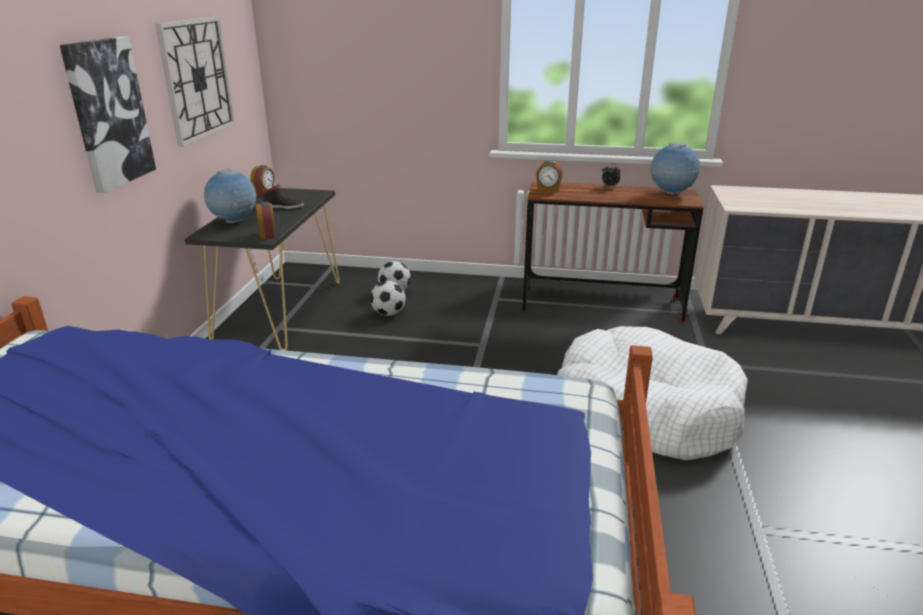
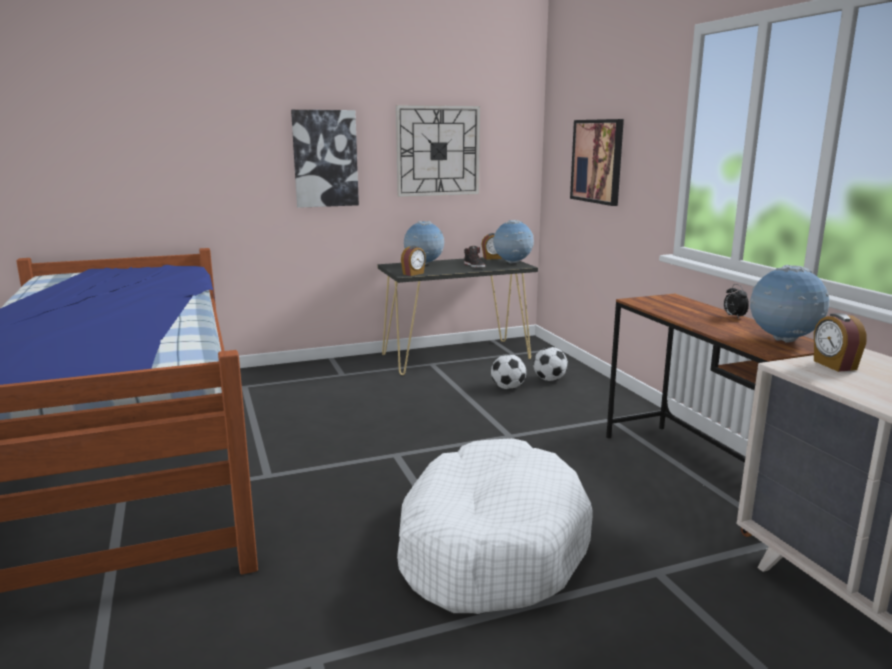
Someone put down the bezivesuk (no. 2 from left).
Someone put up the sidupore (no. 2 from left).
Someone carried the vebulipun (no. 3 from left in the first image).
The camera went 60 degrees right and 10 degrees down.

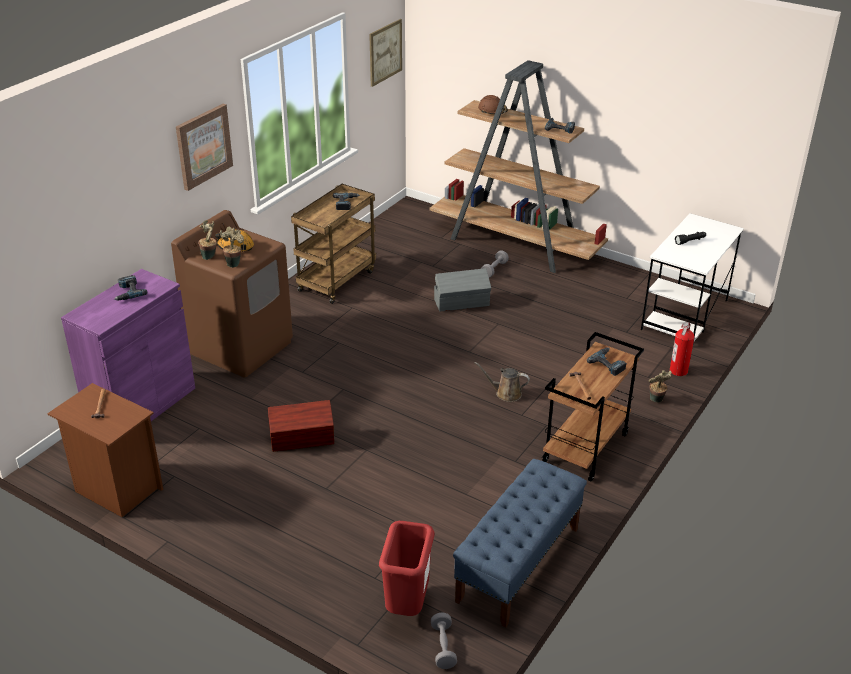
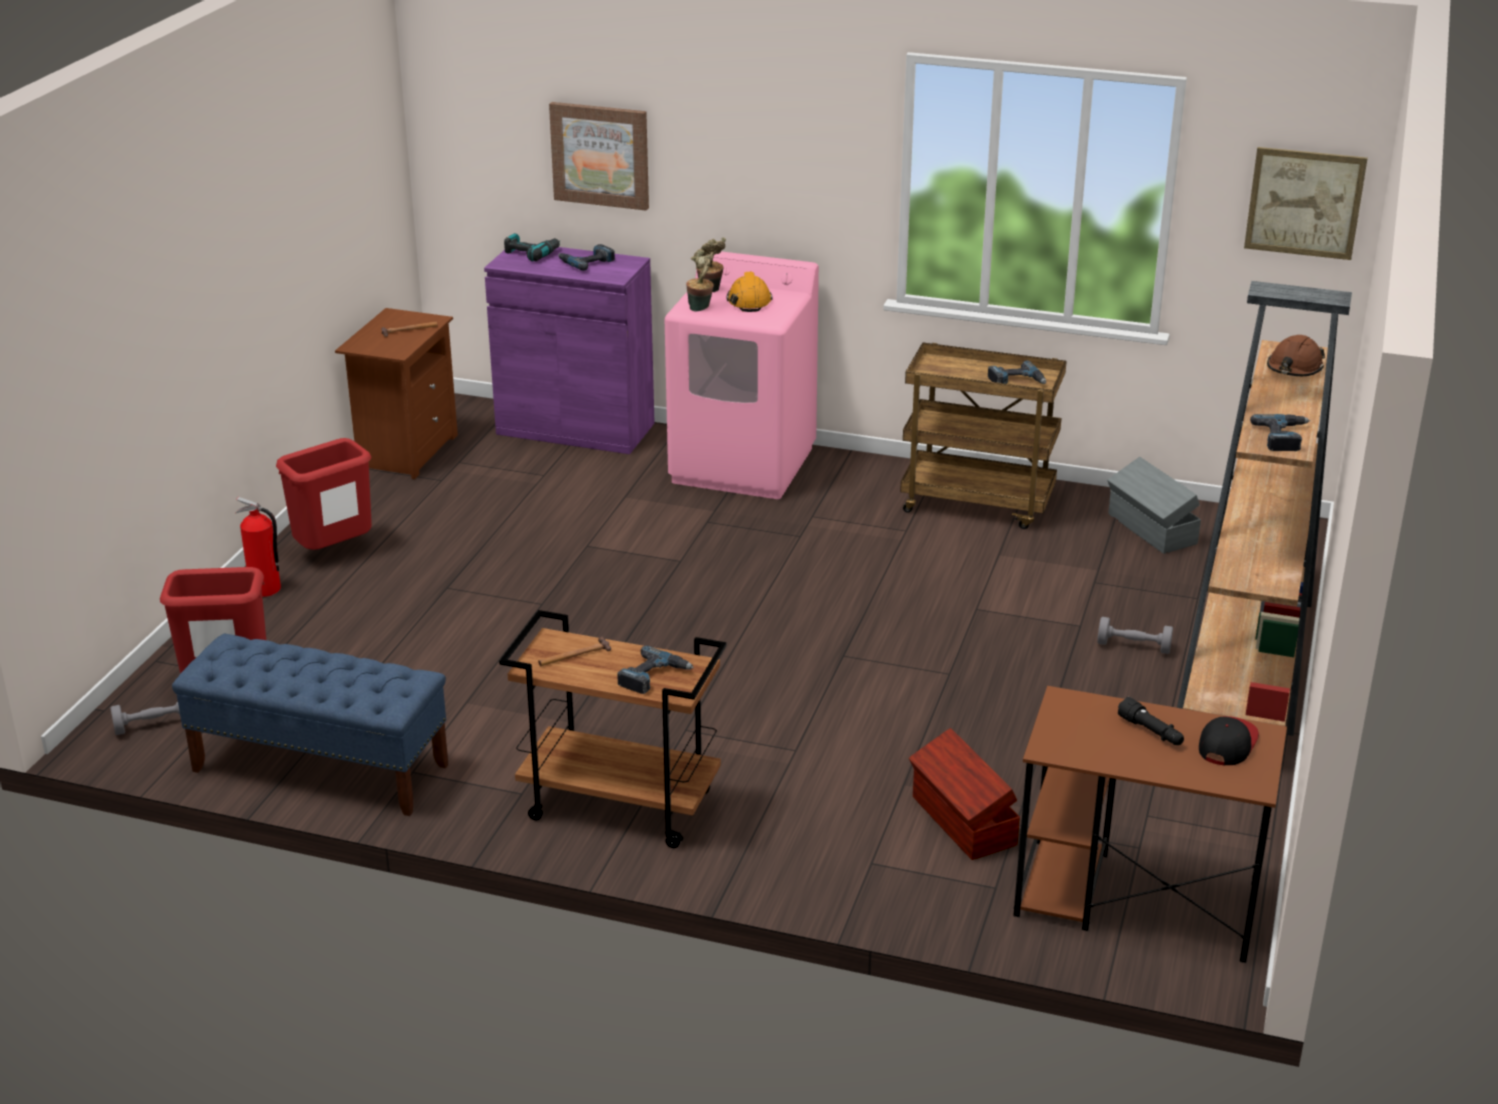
Someone carried the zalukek.
Someone put down the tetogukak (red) (no. 2 from left).
Someone put down the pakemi (no. 1 from left).
Someone carried the sidupore (no. 1 from left).
Someone repainted the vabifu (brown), which became the vabifu (pink).
Someone carried the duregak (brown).
Someone repainted the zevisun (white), which became the zevisun (brown).
Someone carried the duregak (grey).
Someone put down the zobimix.
Someone took away the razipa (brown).
Someone took away the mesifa (no. 3 from left).
The camera went 75 degrees right and 5 degrees down.

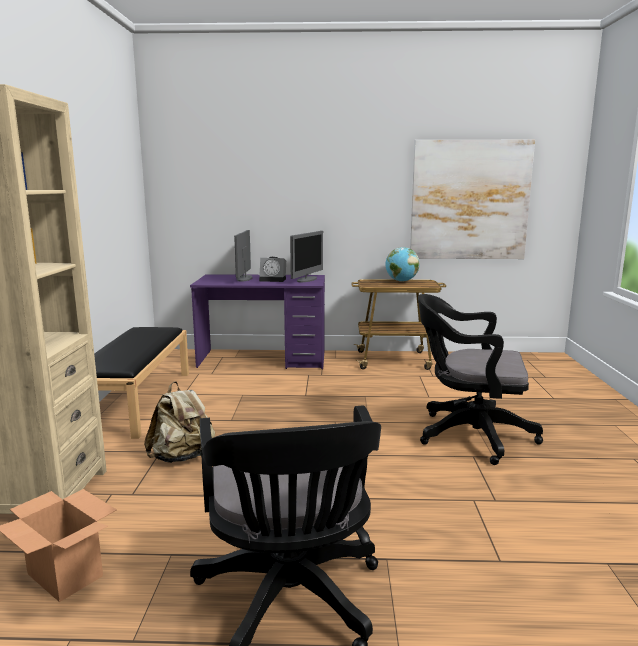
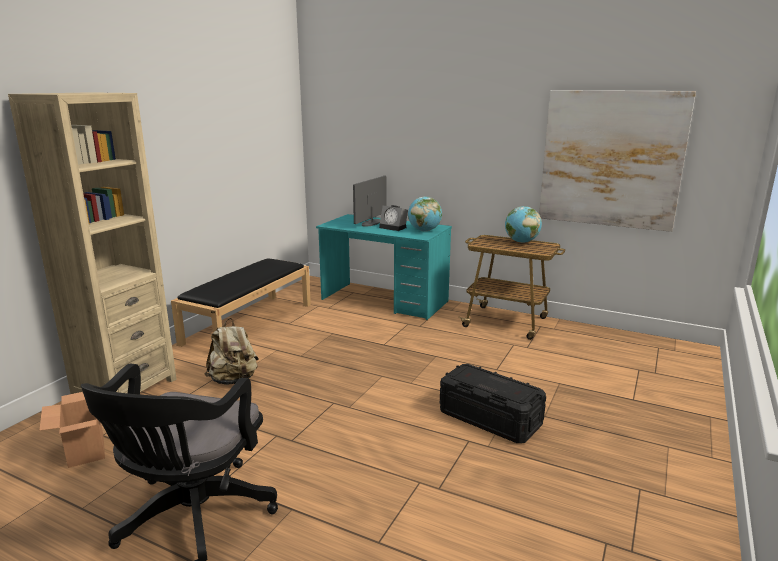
Someone repainted the zevisun (purple), which became the zevisun (turquoise).
Someone swapped the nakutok (no. 2 from left) for the bezivesuk (no. 1 from left).
Someone swapped the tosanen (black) (no. 2 from left) for the duregak (black).
The camera went 25 degrees right and 5 degrees up.

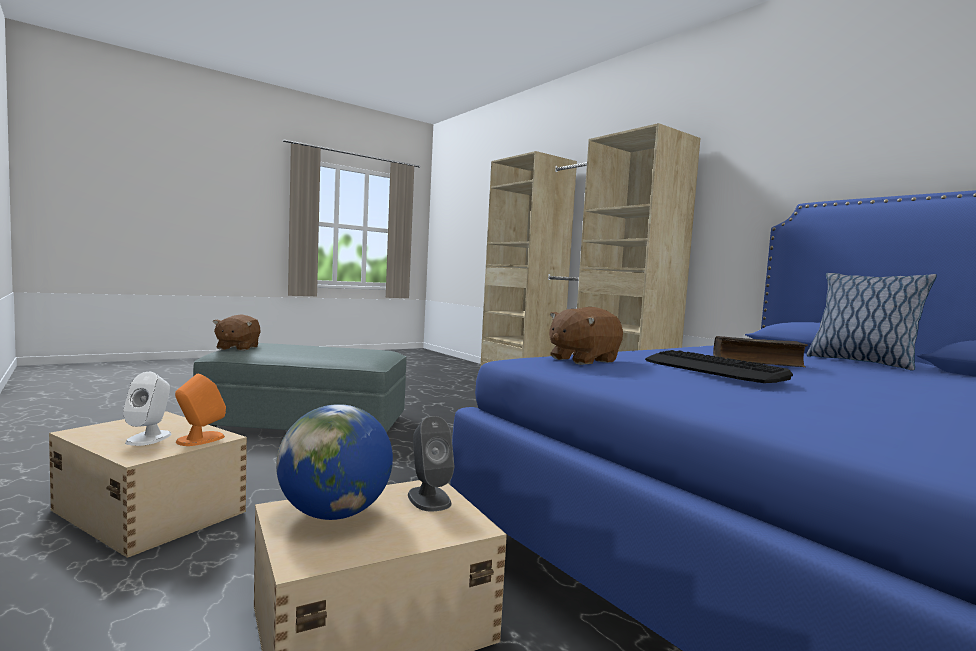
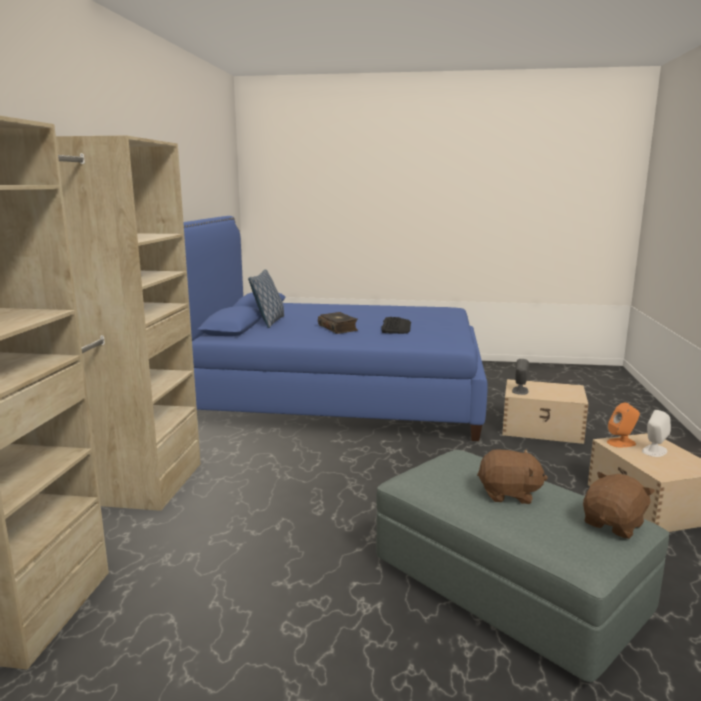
Someone carried the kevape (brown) (no. 2 from left in the first image).
Someone took away the bezivesuk.
The camera went 135 degrees left and 10 degrees up.

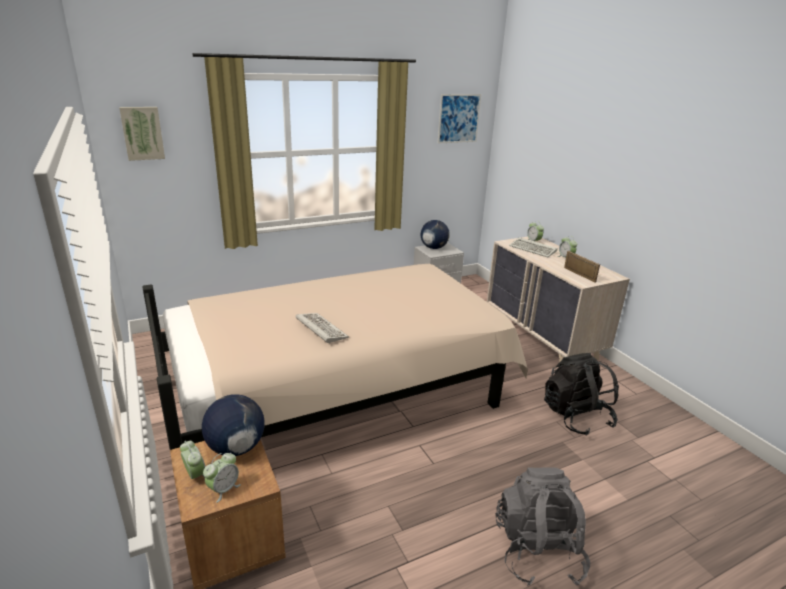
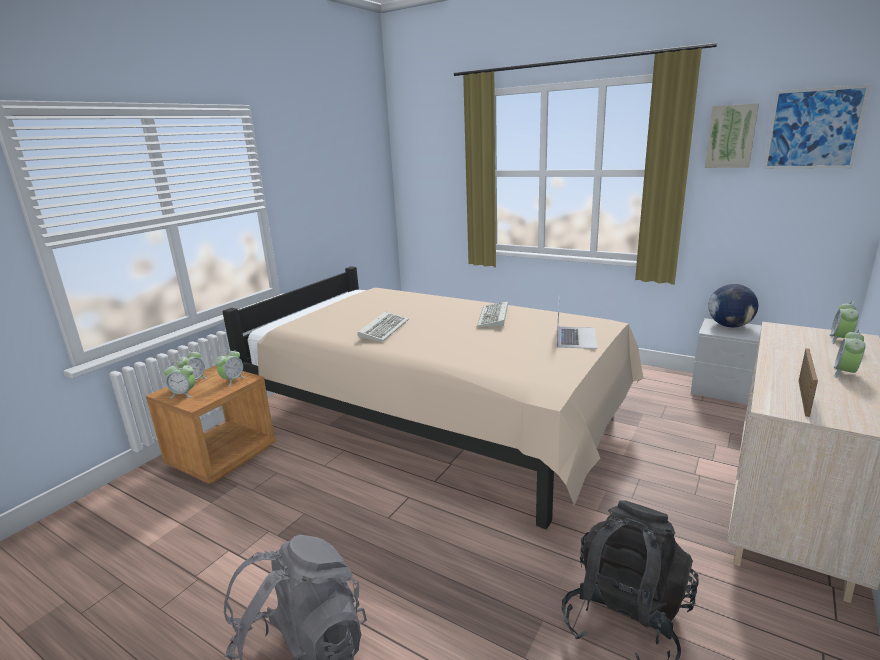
Someone swapped the bezivesuk (no. 1 from left) for the vebulipun (no. 3 from left).
Someone carried the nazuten (no. 2 from left).
Someone put down the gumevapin.
Someone carried the sidupore (no. 1 from left).
The camera went 60 degrees right and 5 degrees down.

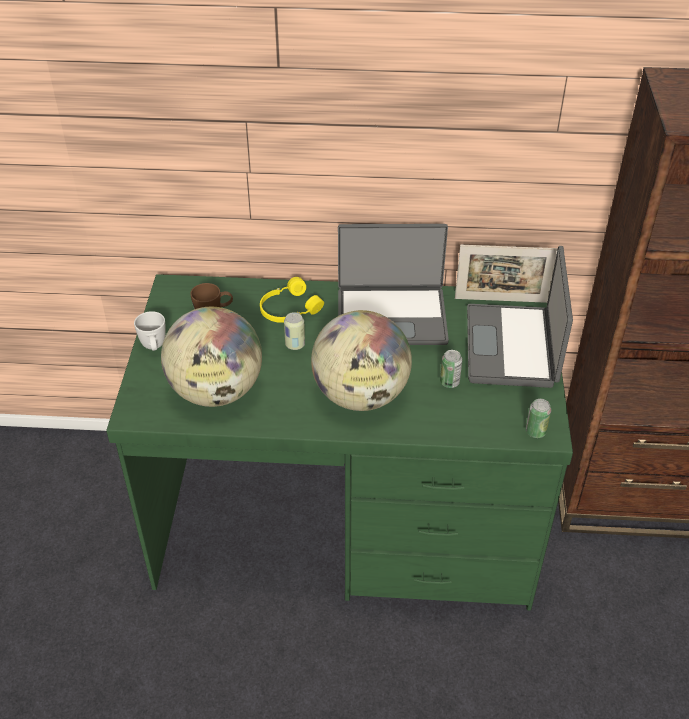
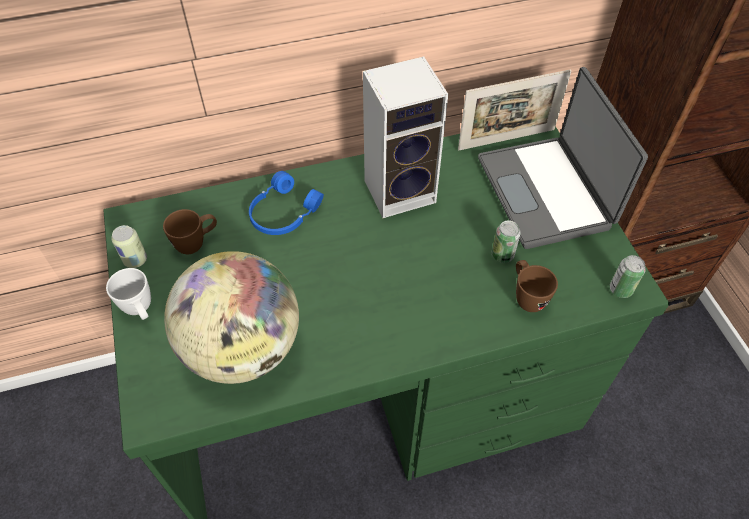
Someone carried the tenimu (no. 1 from left).
Someone repainted the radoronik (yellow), which became the radoronik (blue).
Someone swapped the gumevapin (no. 1 from left) for the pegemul.
Someone put down the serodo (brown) (no. 2 from left).
Someone took away the bezivesuk (no. 2 from left).
The camera went 20 degrees left and 10 degrees up.

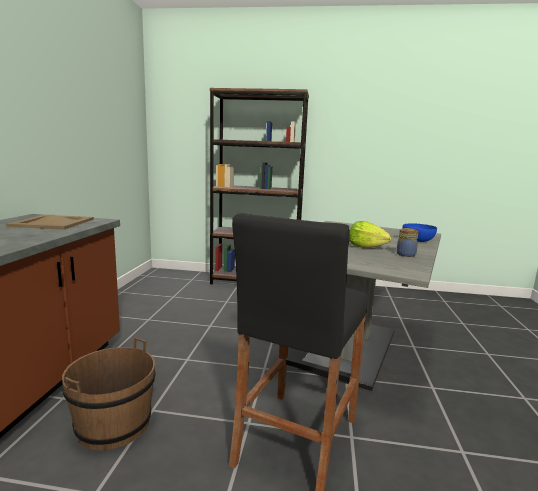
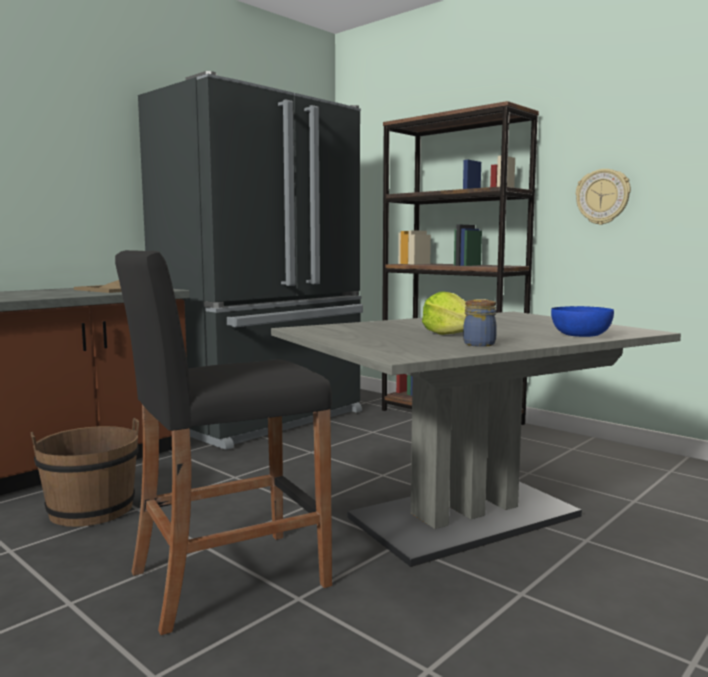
Someone put down the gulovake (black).
Someone put up the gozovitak.
The camera went 35 degrees right and 5 degrees down.

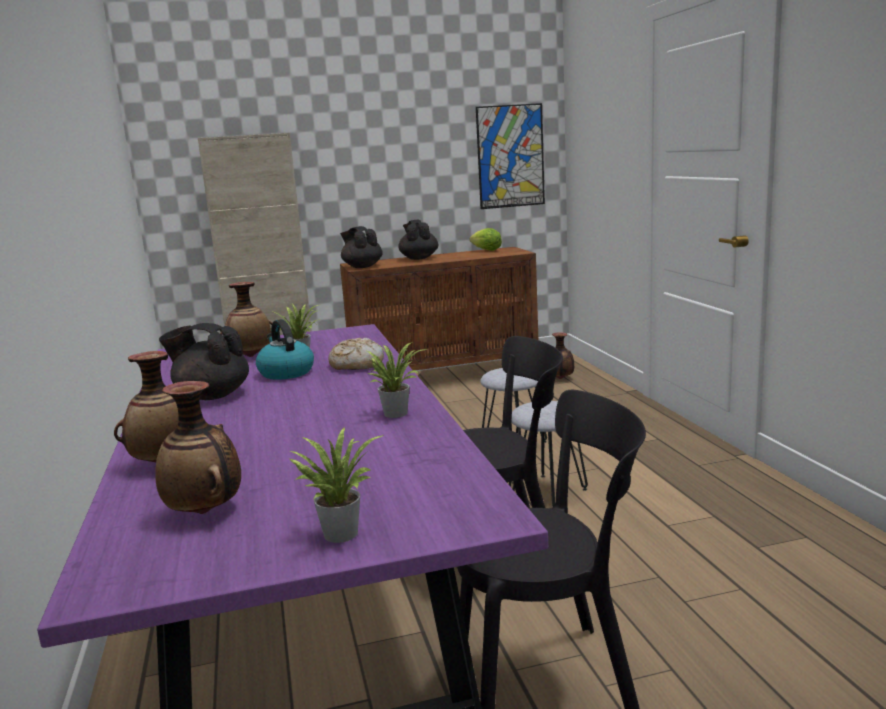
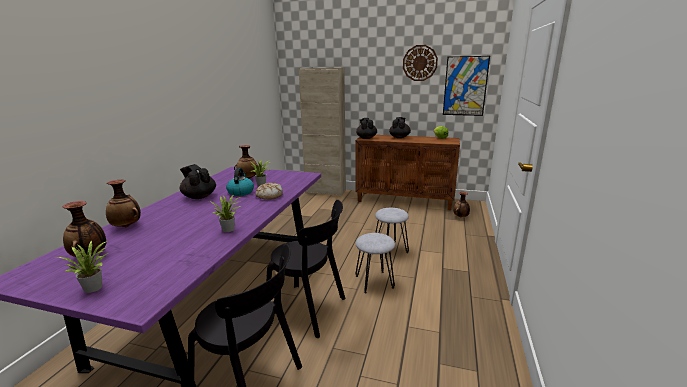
Someone put up the gozovitak.
The camera went 30 degrees right and 5 degrees up.

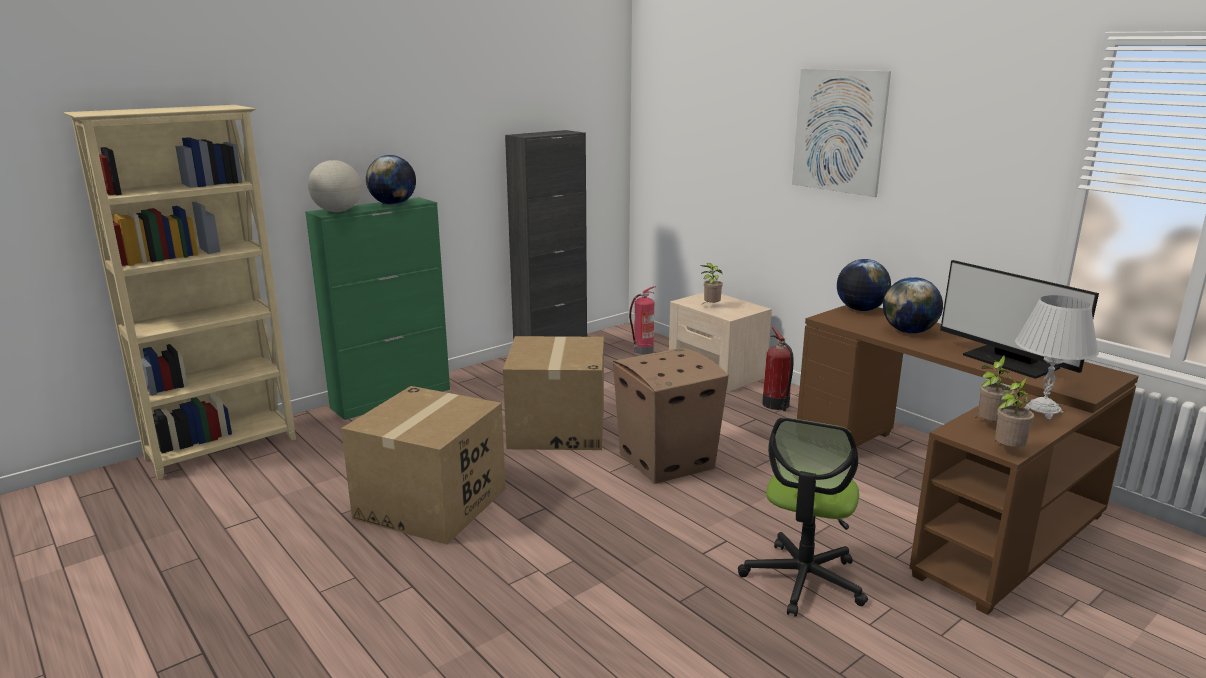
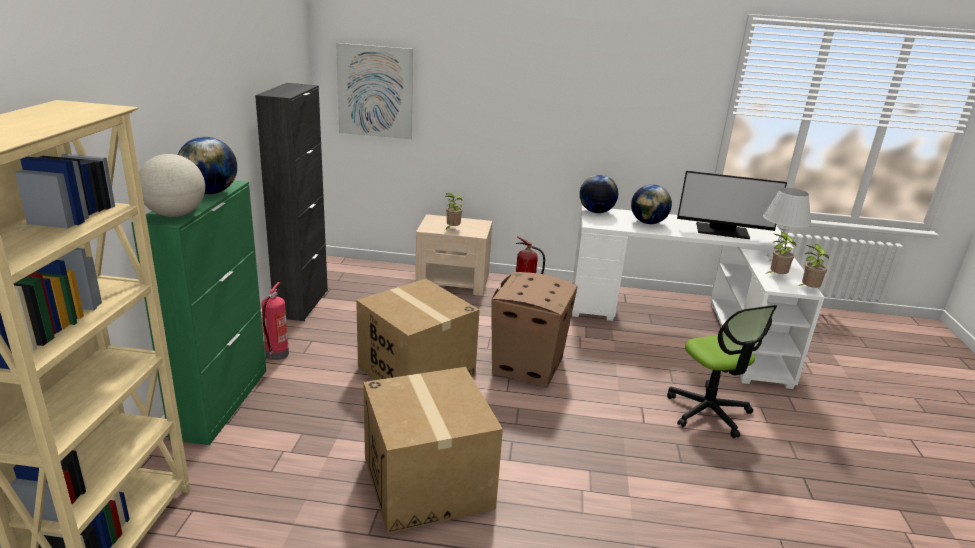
Someone carried the zalukek (no. 1 from left).
Someone carried the sidupore.
Someone repainted the zevisun (brown), which became the zevisun (white).
The camera went 45 degrees left and 5 degrees up.

